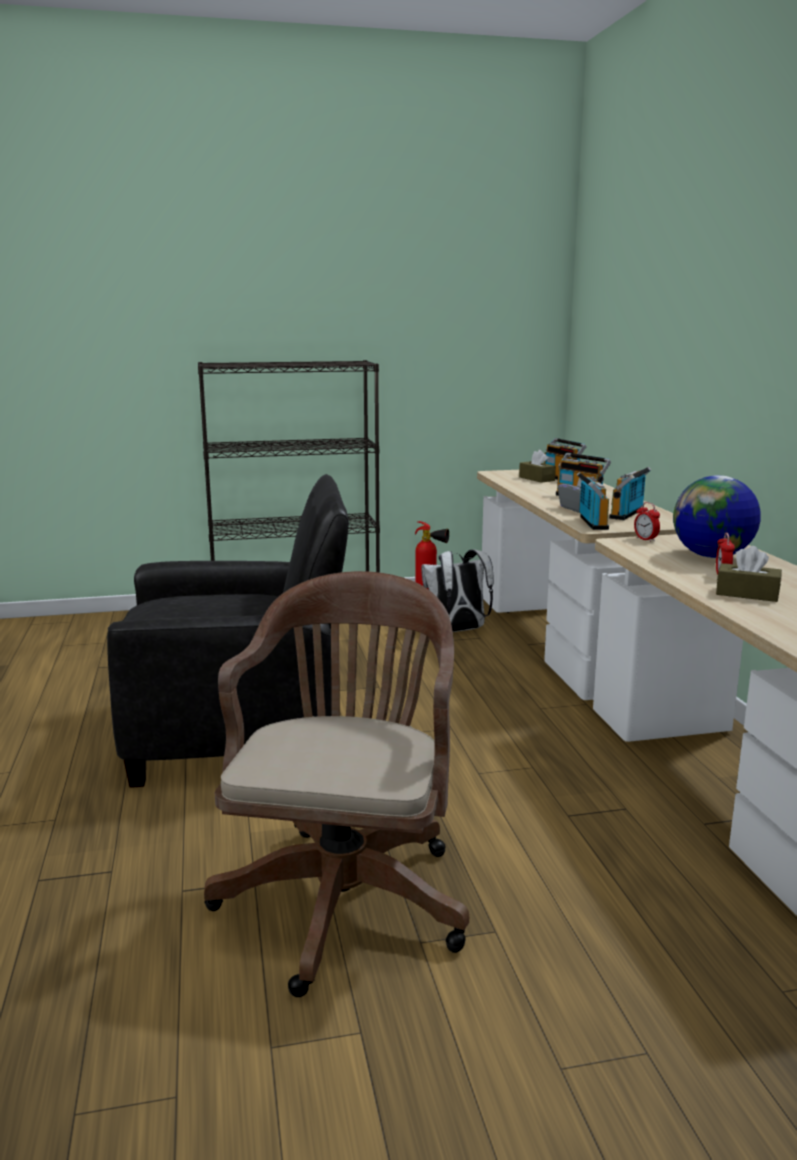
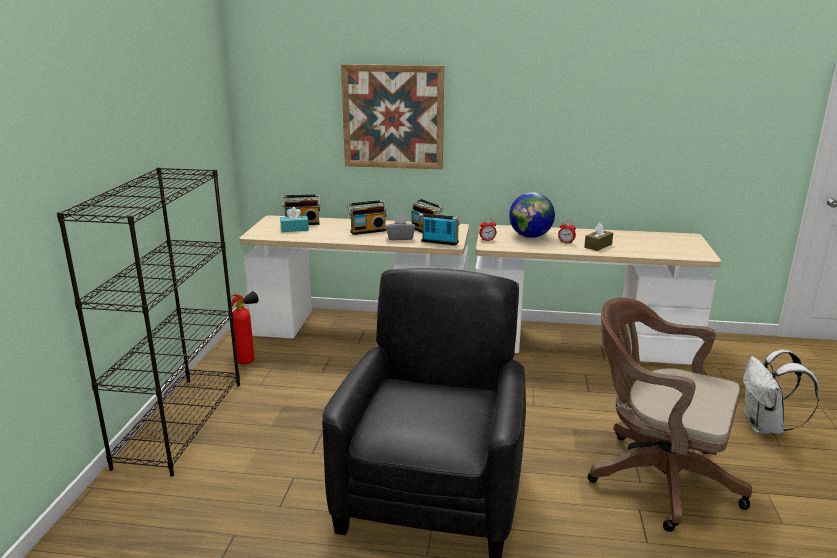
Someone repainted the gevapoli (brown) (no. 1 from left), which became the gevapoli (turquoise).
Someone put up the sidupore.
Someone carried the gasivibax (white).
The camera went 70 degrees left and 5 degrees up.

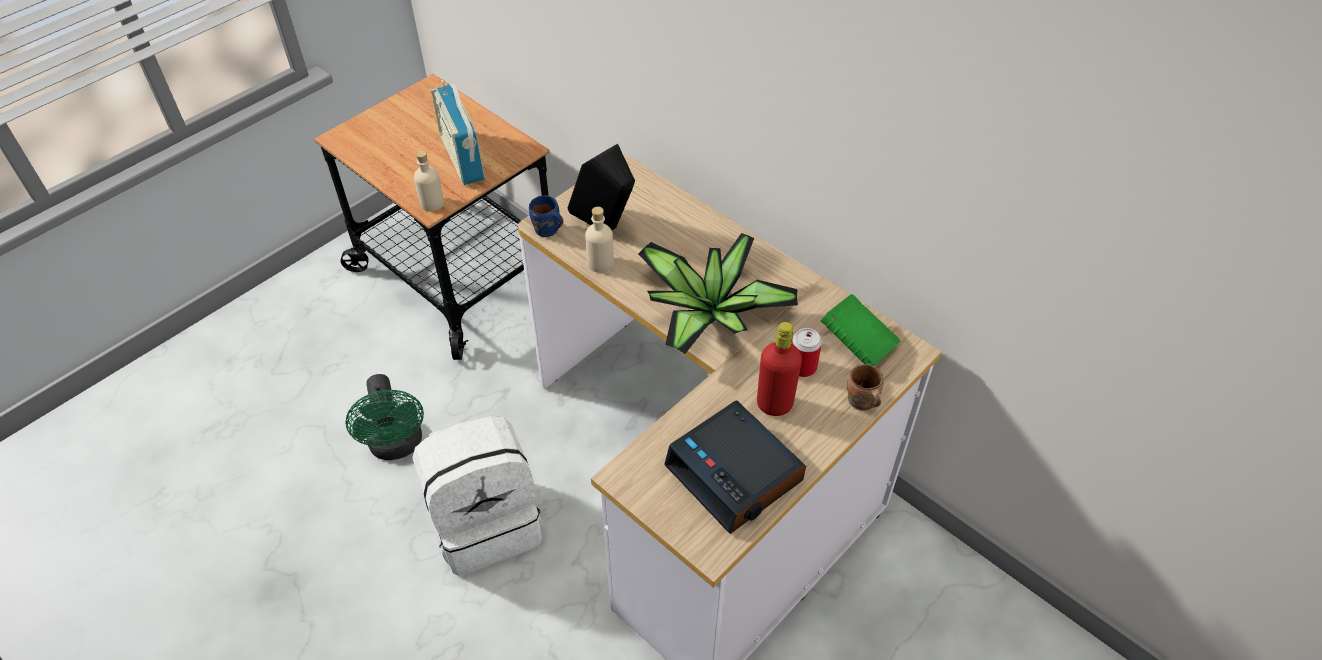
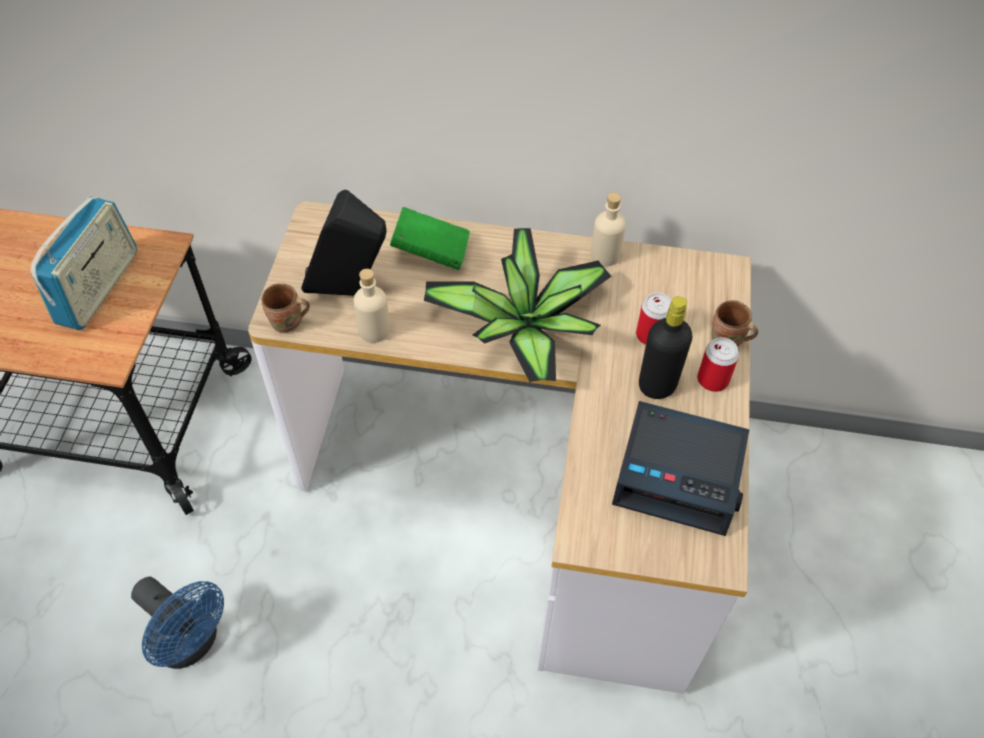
Someone rotated the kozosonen by 105 degrees counterclockwise.
Someone repainted the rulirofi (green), which became the rulirofi (blue).
Someone repainted the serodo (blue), which became the serodo (brown) (no. 1 from left).
Someone carried the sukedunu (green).
Someone carried the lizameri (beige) (no. 1 from left in the first image).
Someone repainted the lizameri (red), which became the lizameri (black).
Someone put down the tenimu (no. 2 from left).
Someone took away the gasivibax (white).
The camera went 35 degrees left and 5 degrees up.

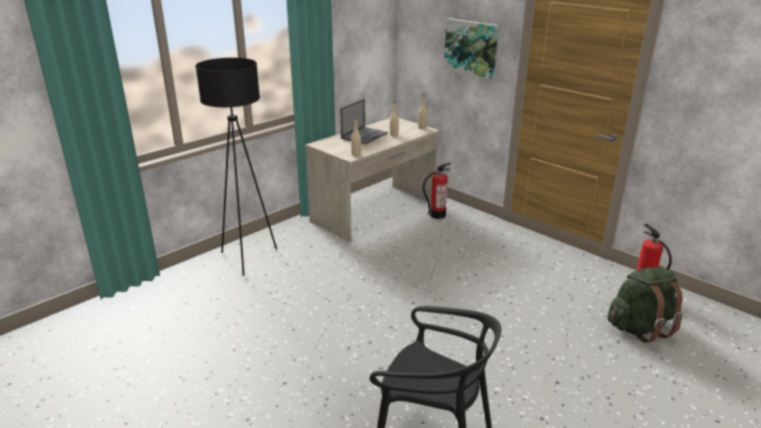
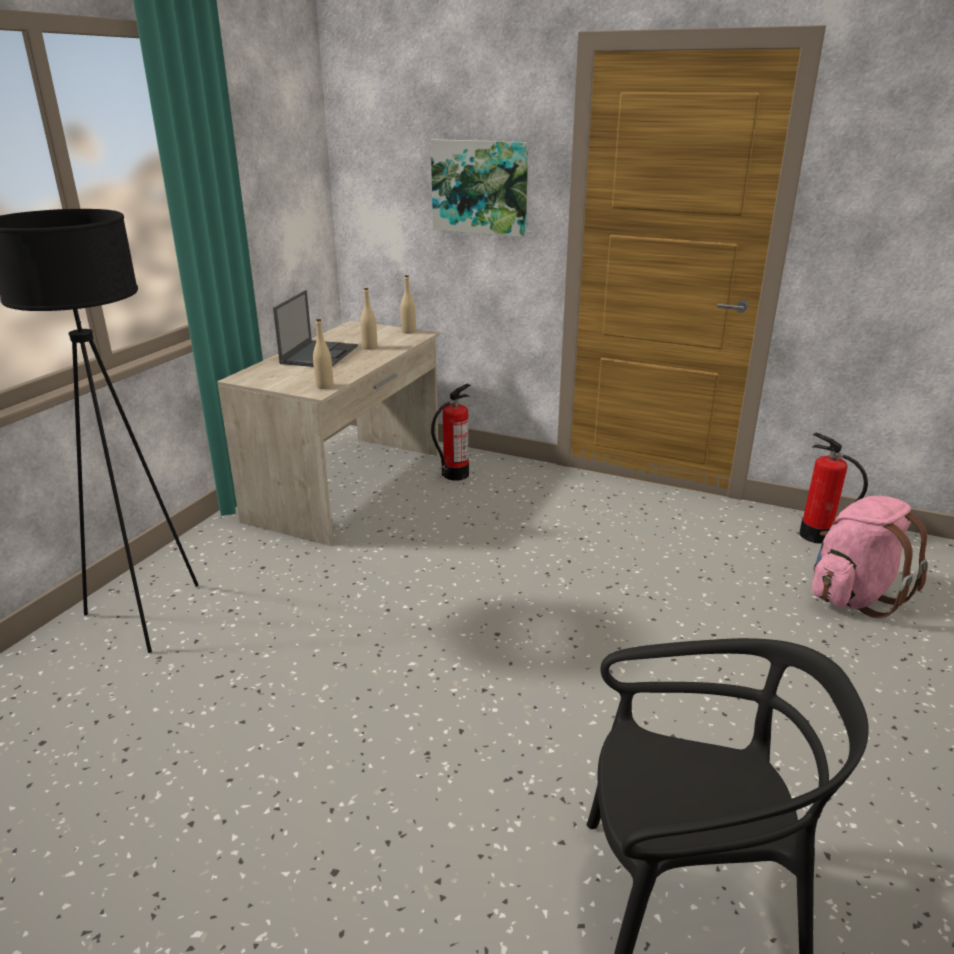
Someone repainted the gasivibax (green), which became the gasivibax (pink).
The camera went 20 degrees left and 0 degrees up.

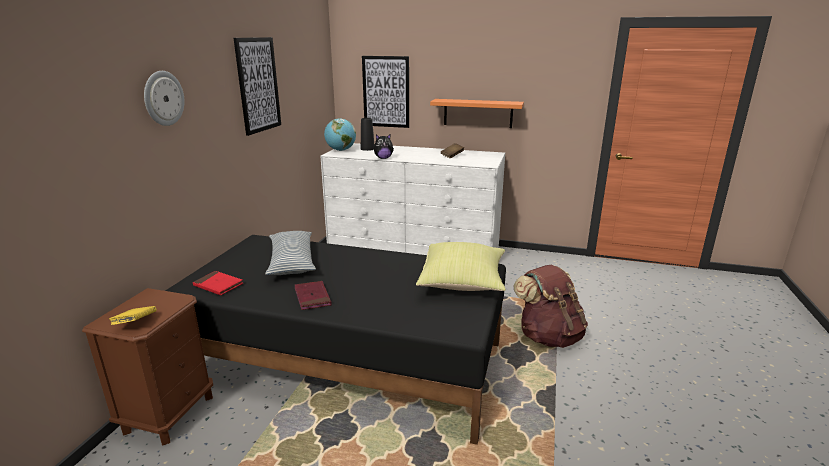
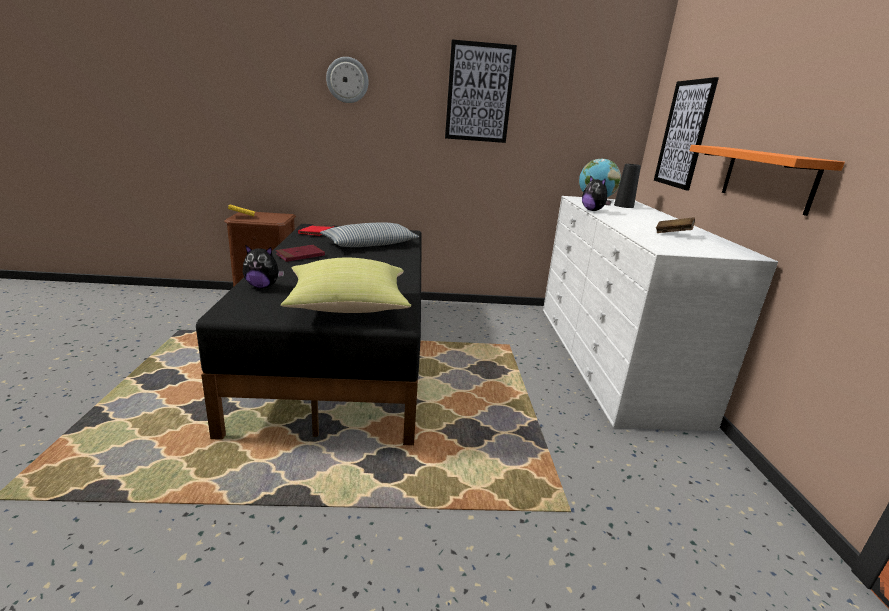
Someone put down the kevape (no. 1 from left).
Someone took away the gasivibax (brown).
The camera went 70 degrees right and 0 degrees up.

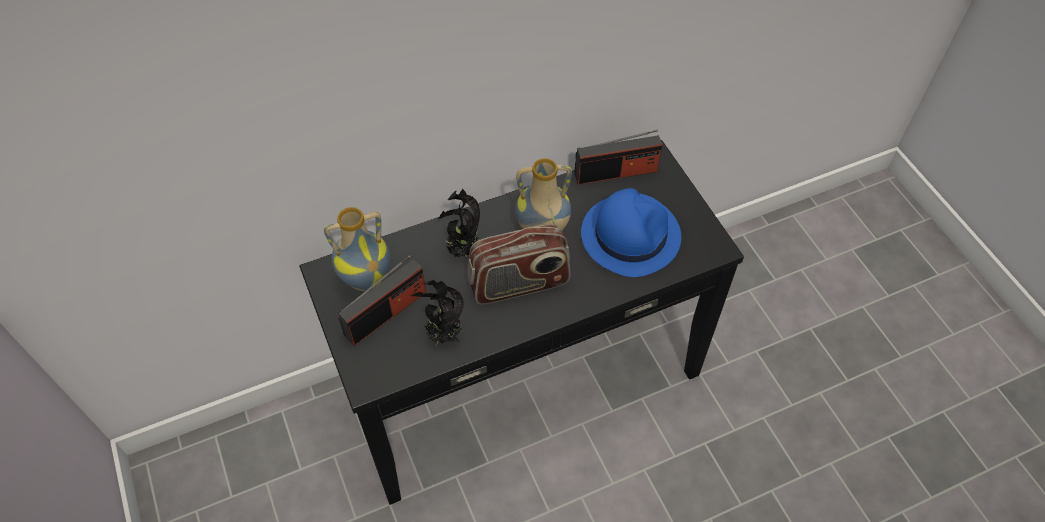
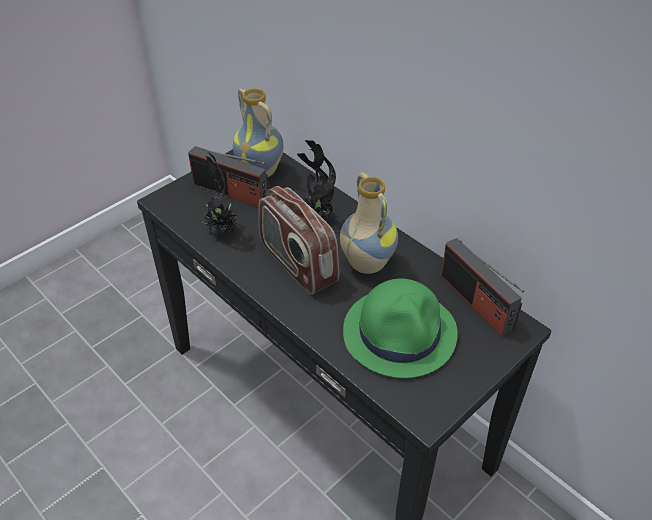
Someone repainted the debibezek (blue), which became the debibezek (green).
The camera went 70 degrees right and 10 degrees down.

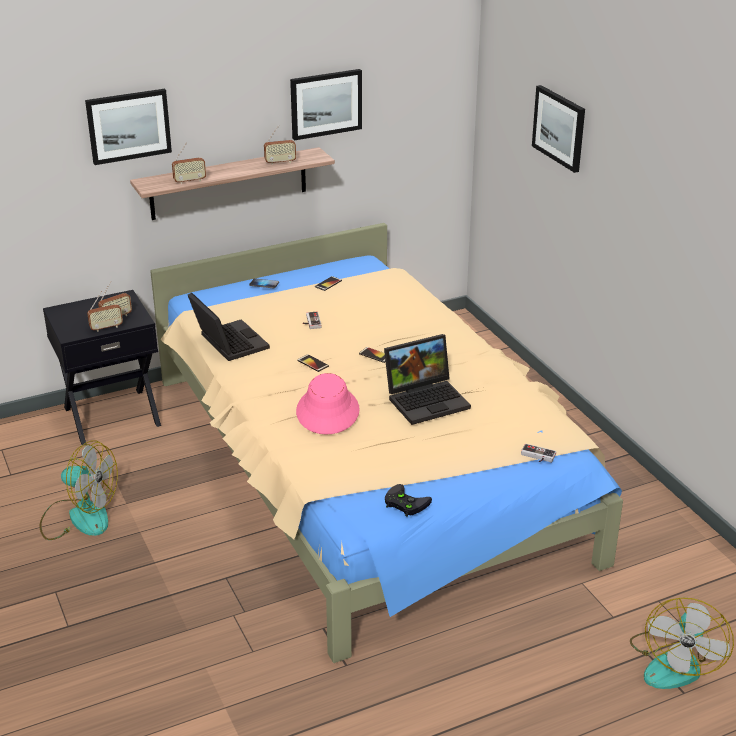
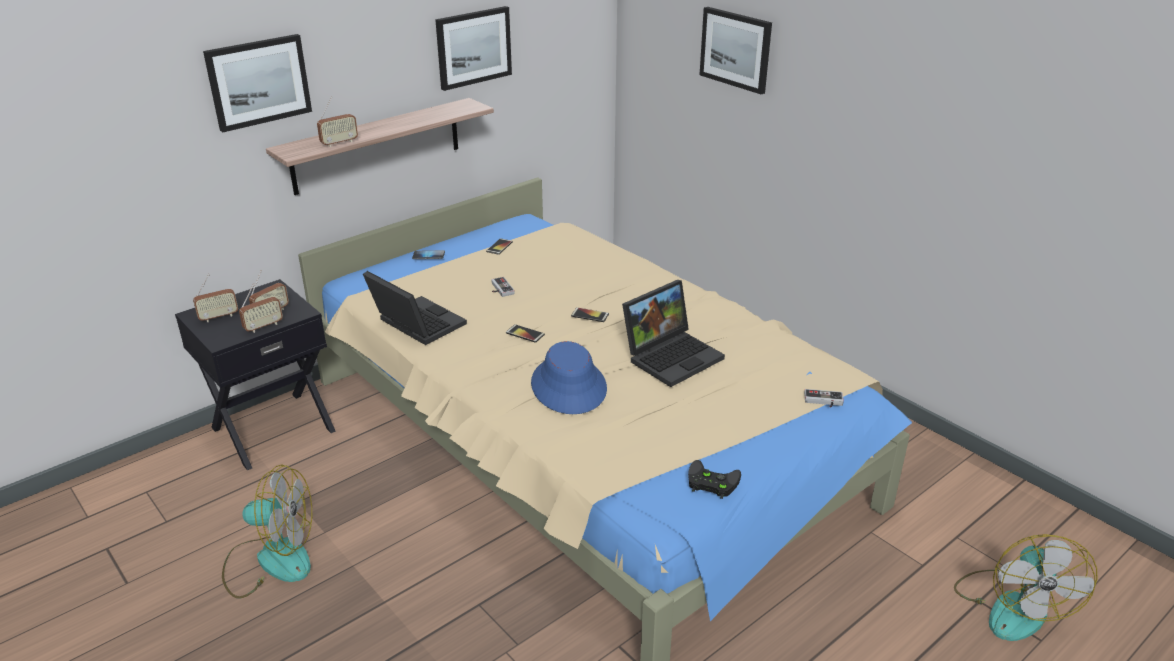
Someone carried the kozosonen (no. 4 from left in the first image).
Someone repainted the debibezek (pink), which became the debibezek (blue).
The camera went 15 degrees left and 0 degrees up.

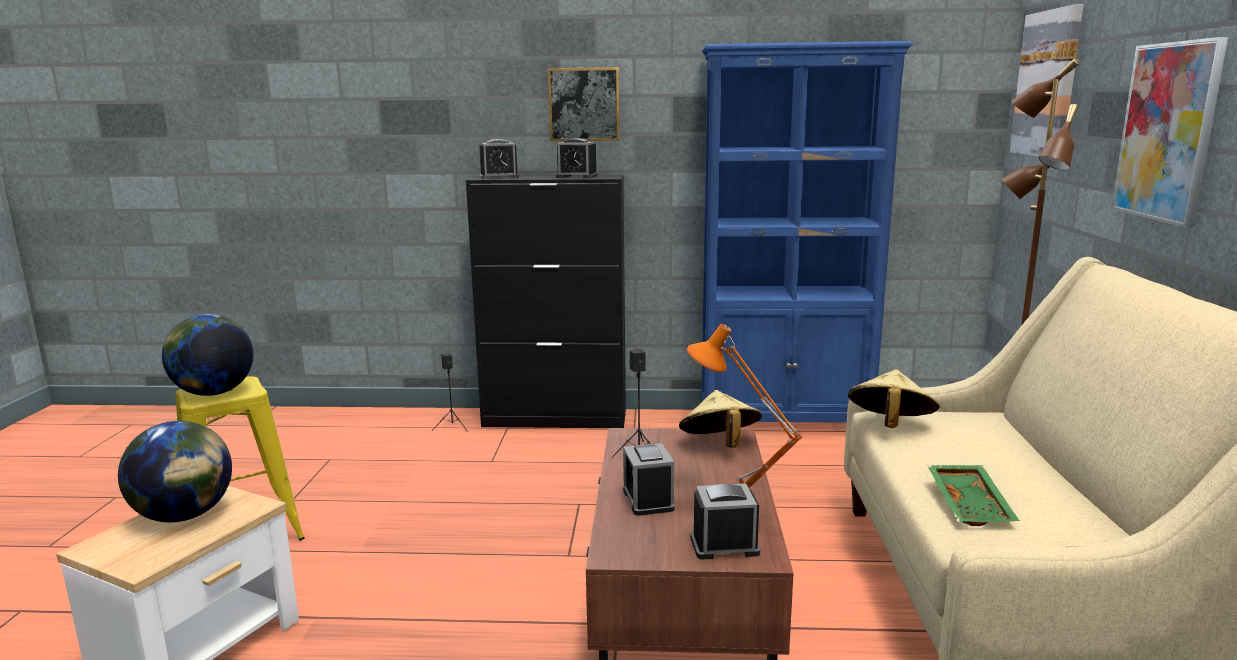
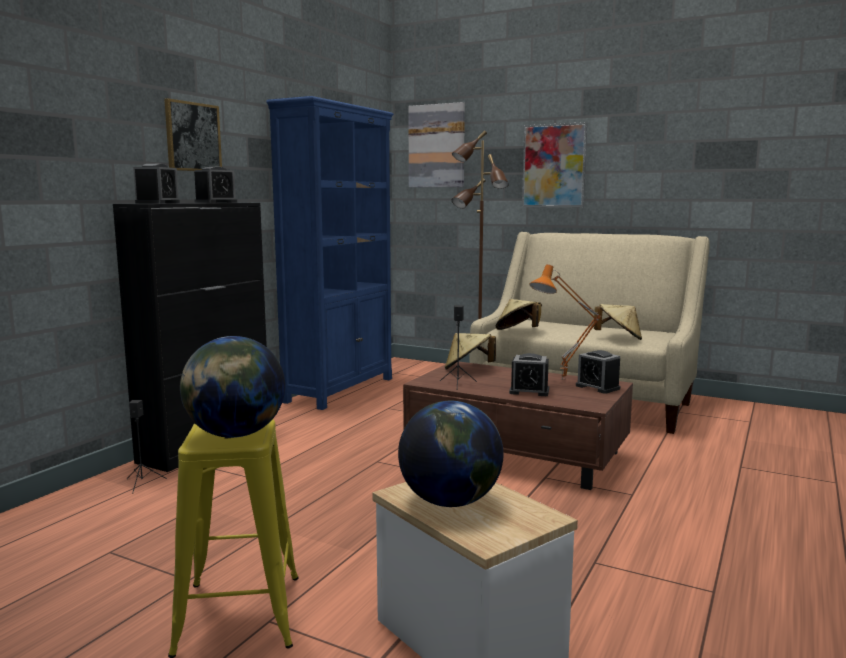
Someone rotated the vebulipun (no. 4 from left) by 60 degrees counterclockwise.
Someone swapped the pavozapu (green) for the debibezek (beige) (no. 3 from left).
The camera went 65 degrees left and 5 degrees down.

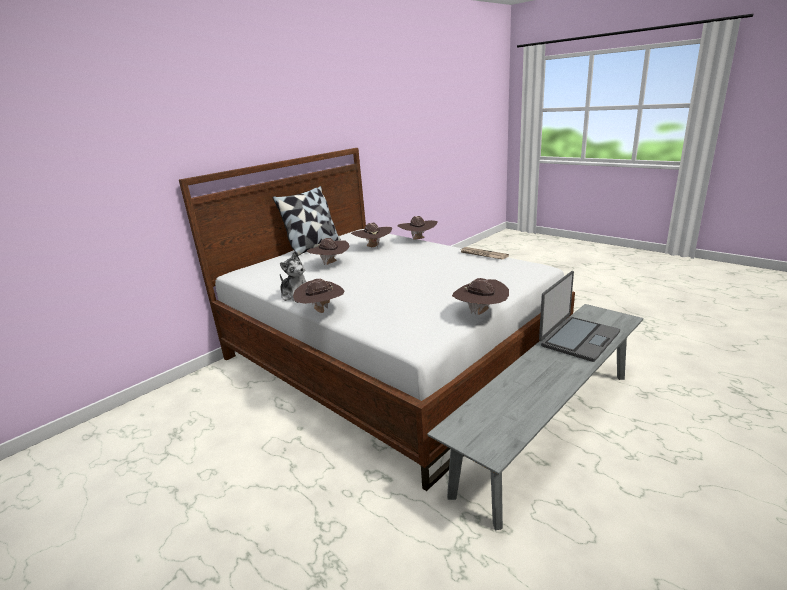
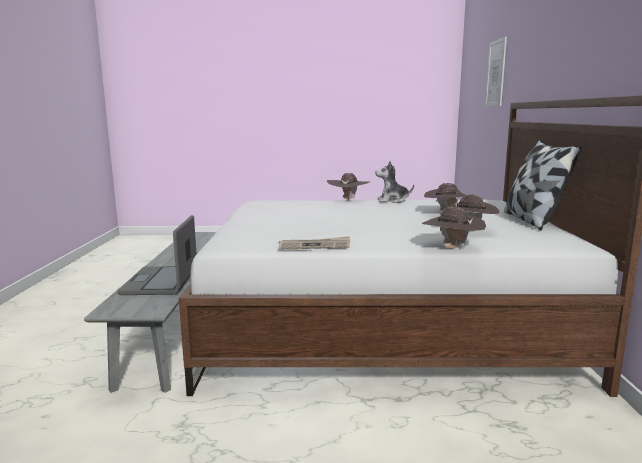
Someone put up the sidupore.
Someone took away the debibezek (brown) (no. 5 from left).
The camera went 135 degrees right and 10 degrees down.

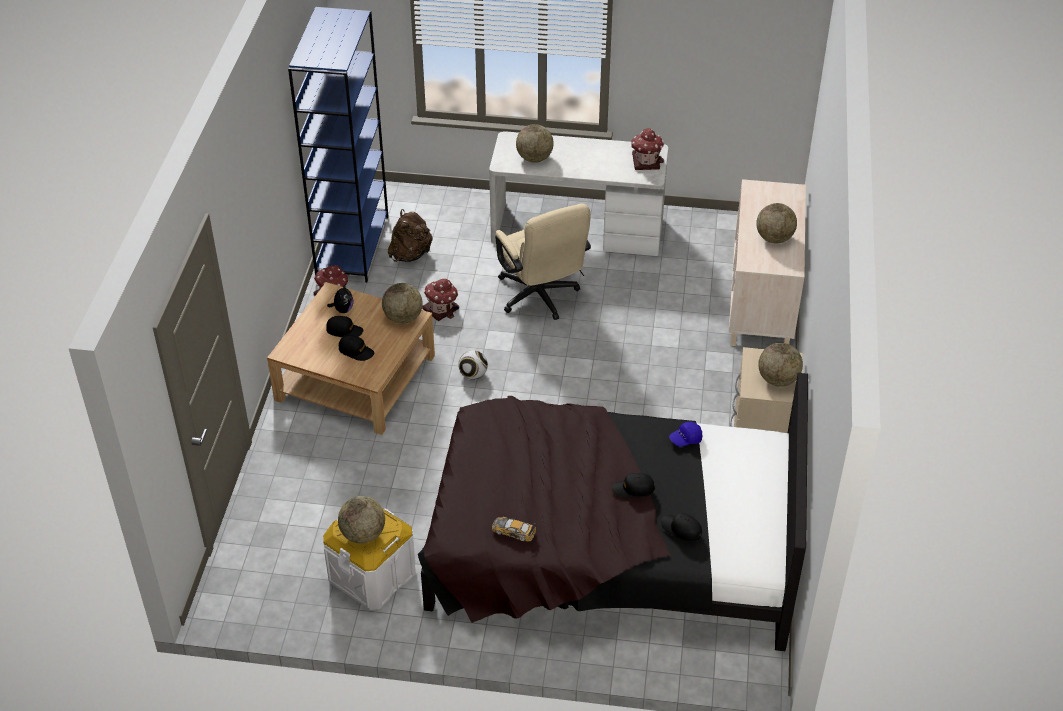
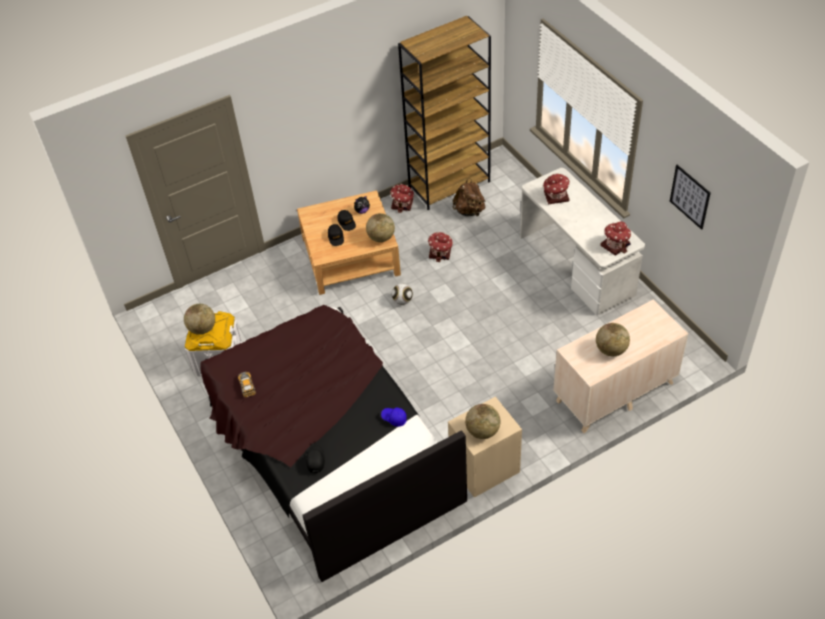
Someone repainted the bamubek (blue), which became the bamubek (brown).
Someone swapped the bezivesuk (no. 3 from left) for the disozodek (no. 3 from left).
Someone put up the sidupore.
Someone took away the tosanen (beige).
Someone took away the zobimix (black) (no. 3 from left).
The camera went 55 degrees right and 5 degrees up.

